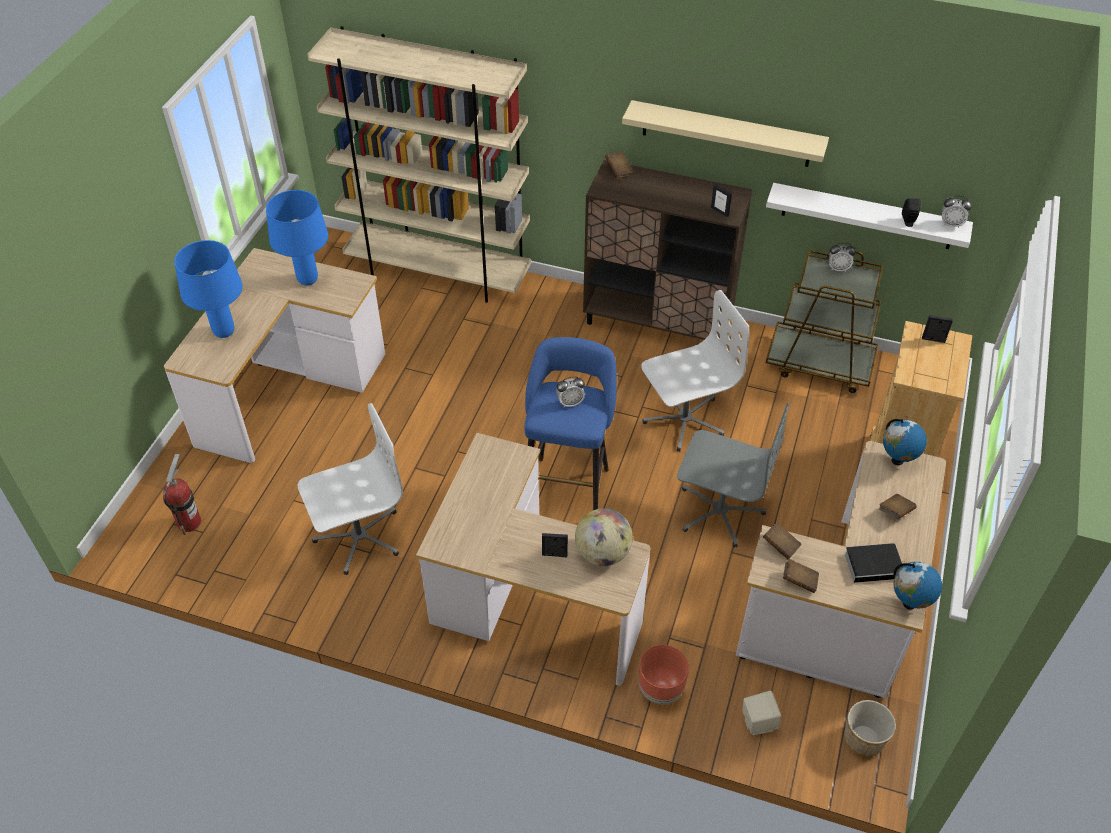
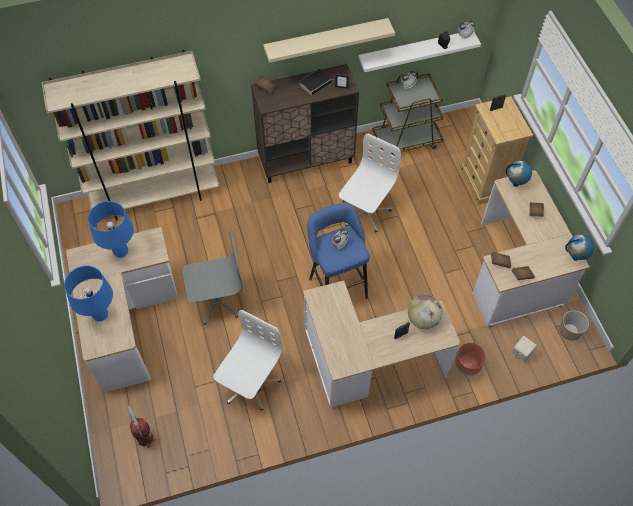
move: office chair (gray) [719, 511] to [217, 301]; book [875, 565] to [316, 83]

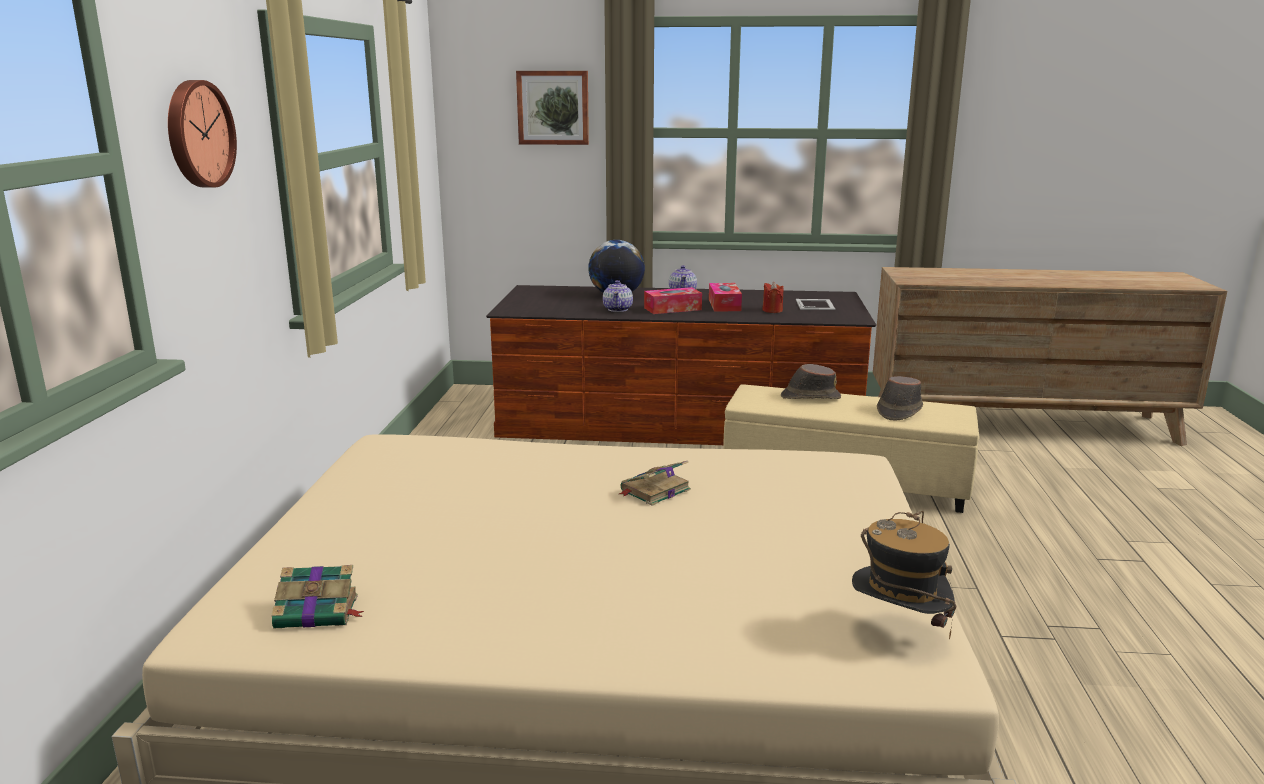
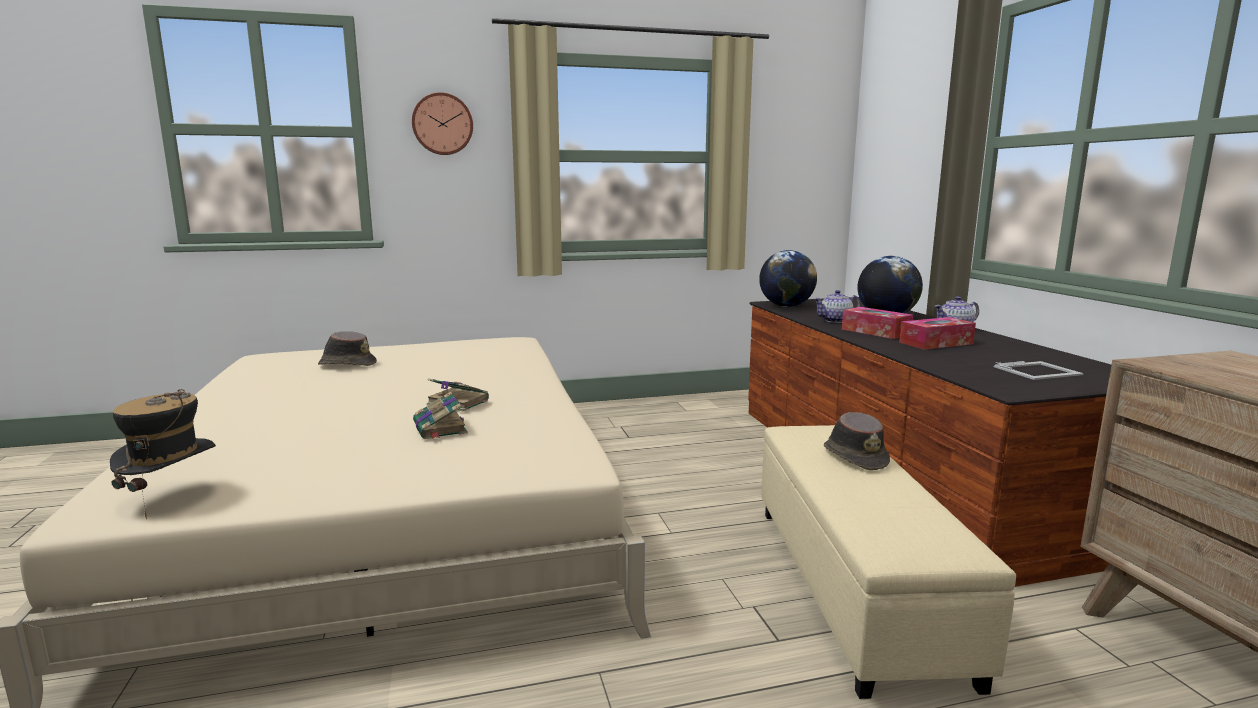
delete: picture [553, 107]; candle (reddish) [772, 310]
insert: desk globe [786, 306]
move: book [318, 612] to [440, 428]; hat (brown) [898, 411] to [347, 364]

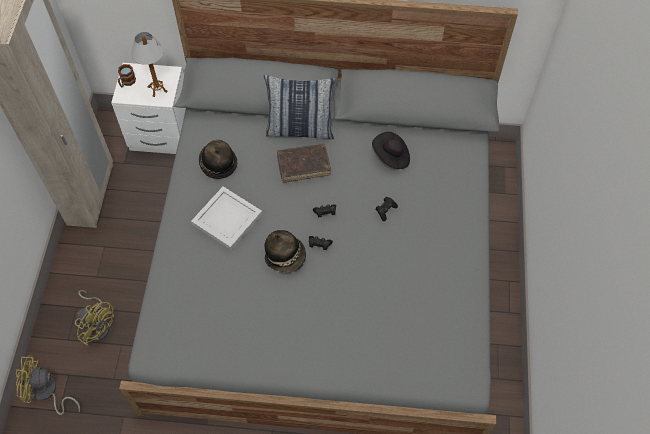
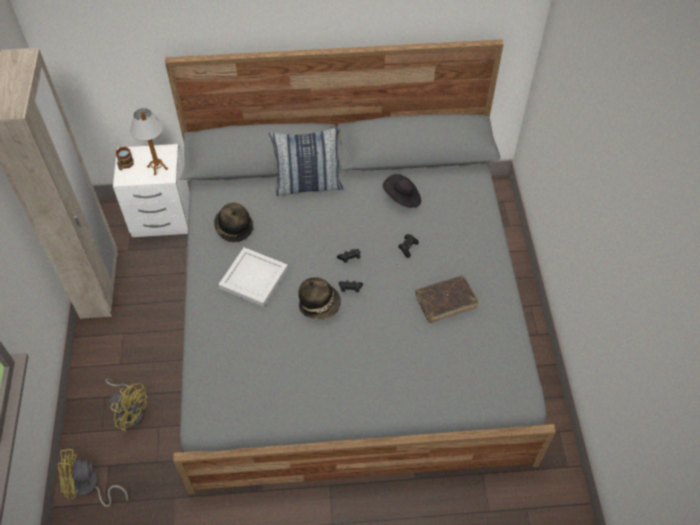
move: book (brown) [303, 166] to [445, 302]

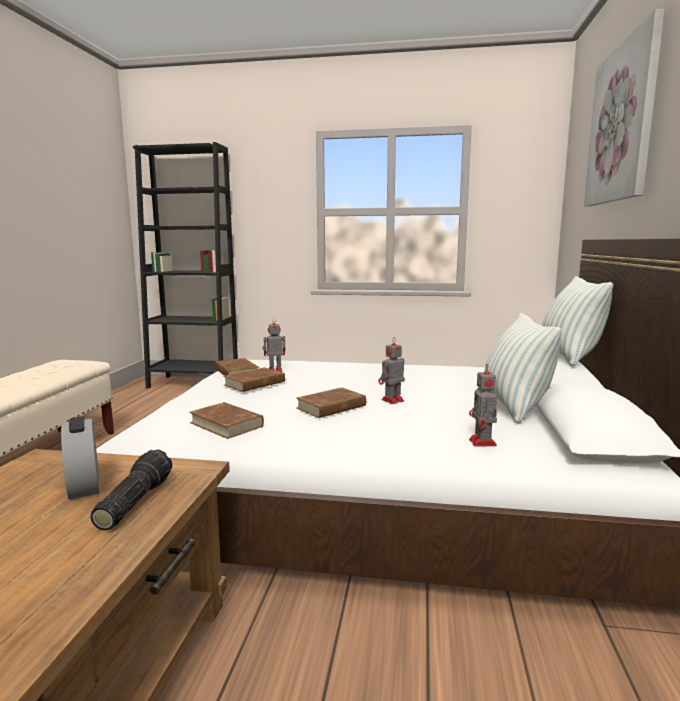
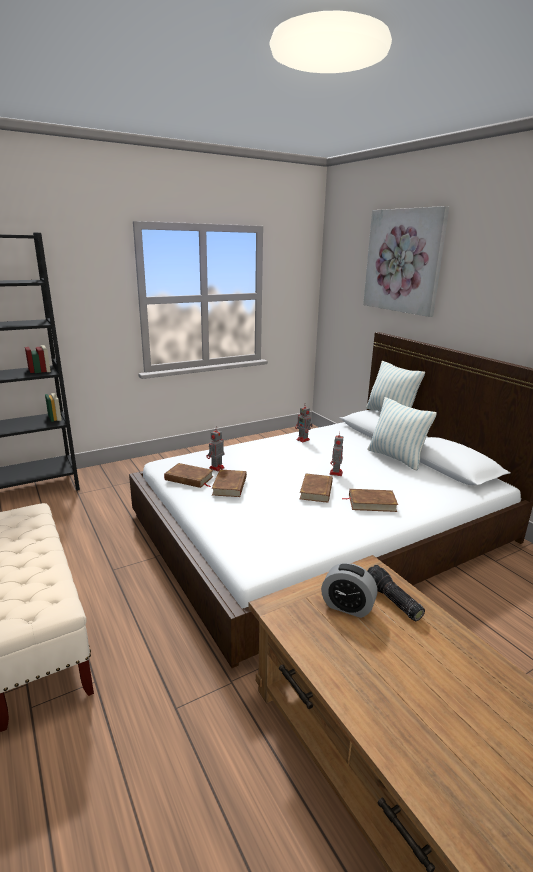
move: book (brown) [226, 424] to [371, 503]; toy robot [483, 443] to [303, 440]

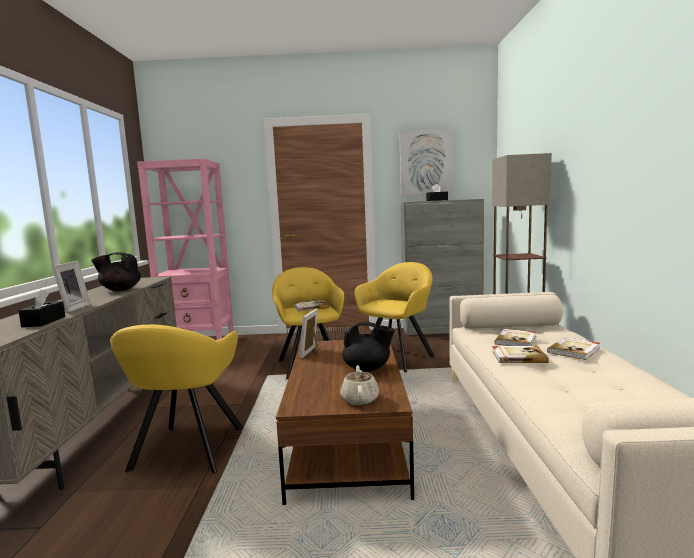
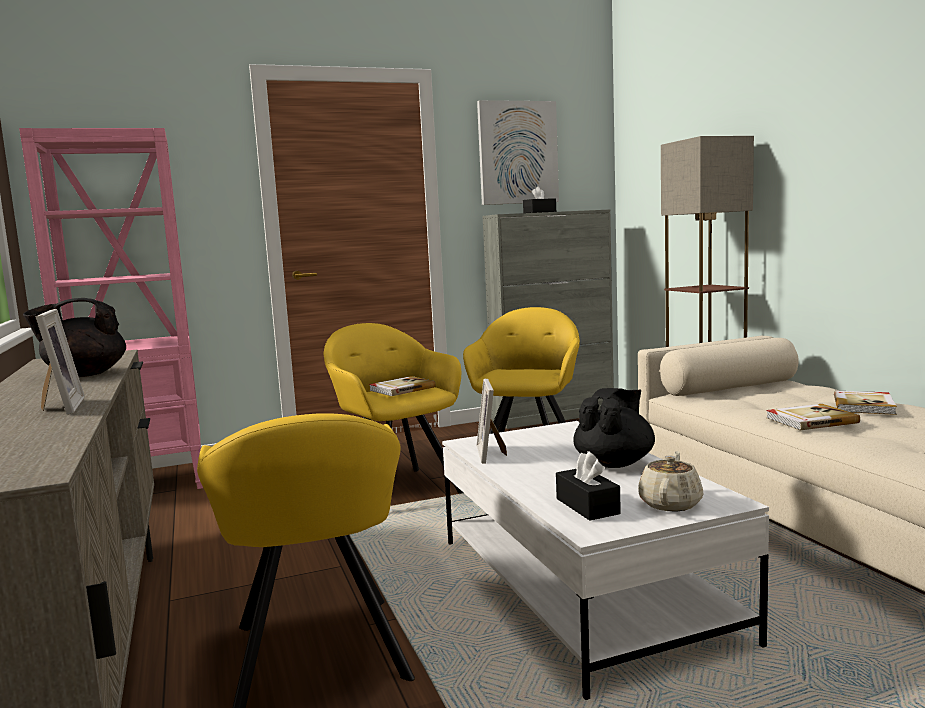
delete: book [516, 340]
move: tissue holder (blackish) [44, 321] to [587, 506]
recolor: coffee table (brown) [348, 441] to coffee table (whitish) [582, 588]
rotate: teapot (beige) [360, 399] = [670, 503] 45 degrees clockwise; teapot (blackish) [367, 368] = [615, 463] 45 degrees counterclockwise

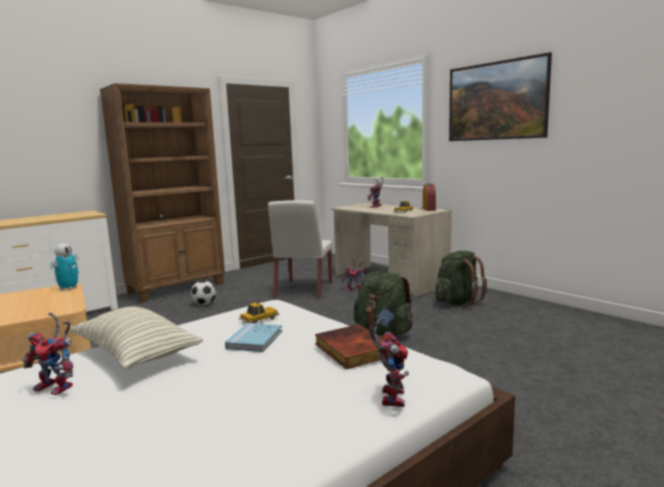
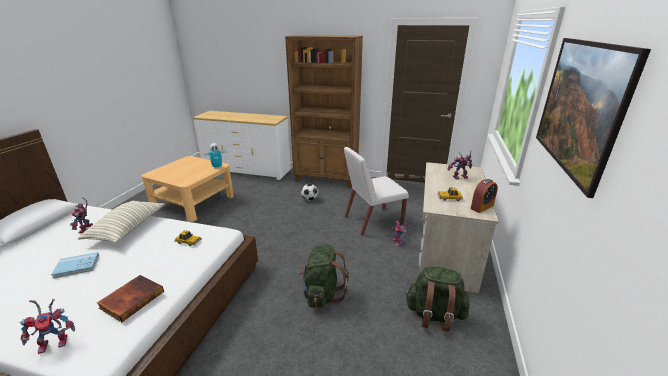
move: book (blue) [255, 340] to [77, 266]

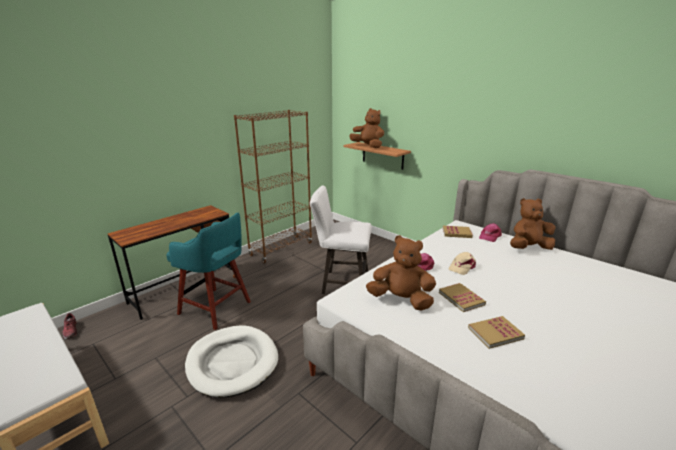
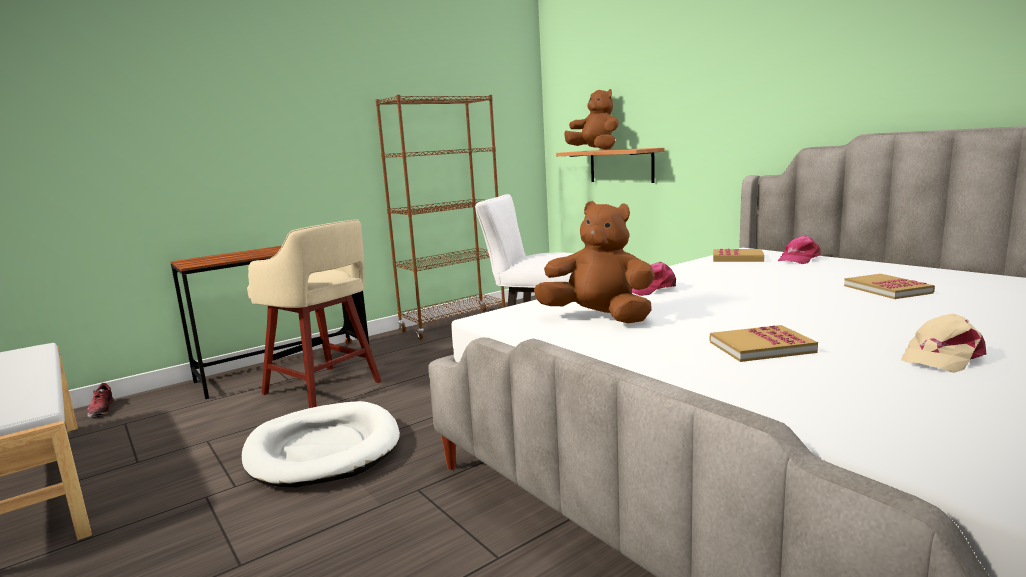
delete: soft toy (brown) [528, 248]
move: book [461, 298] to [887, 289]; cap (beige) [461, 267] to [941, 357]
recolor: stool seat (turquoise) [216, 308] to stool seat (beige) [324, 388]

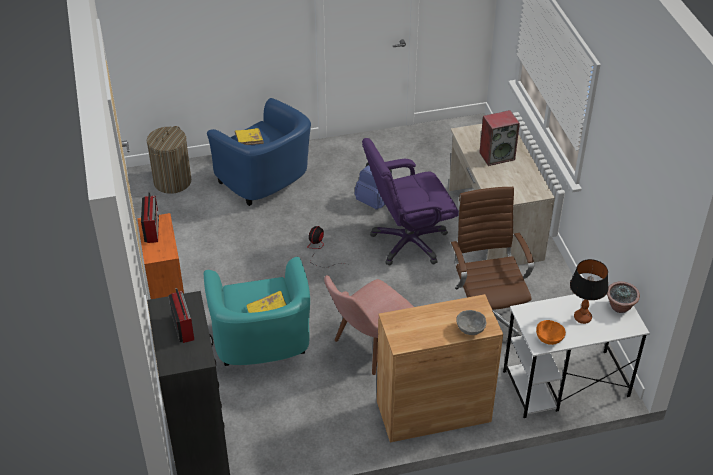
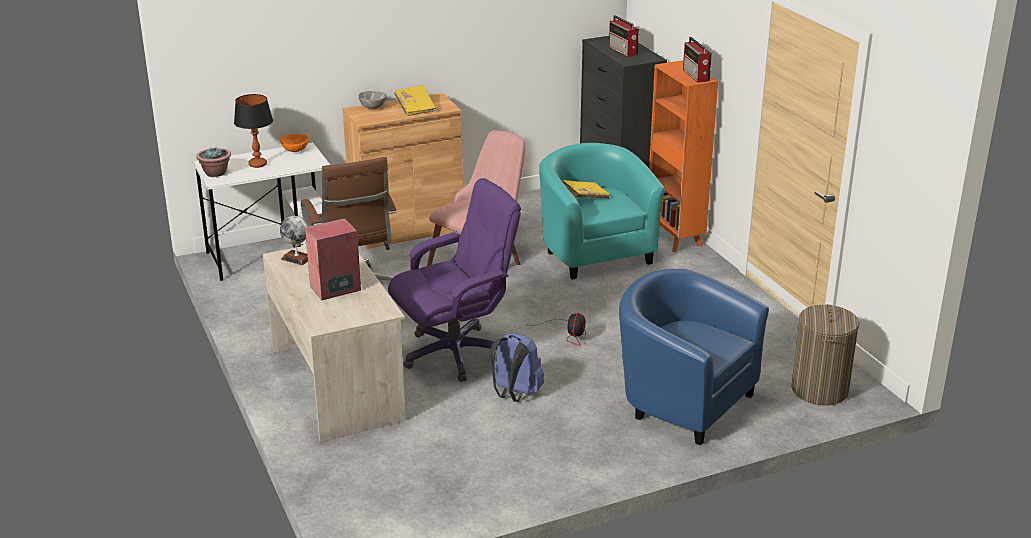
insert: desk globe [297, 258]
move: book (yellow-coloured) [249, 142] to [415, 107]

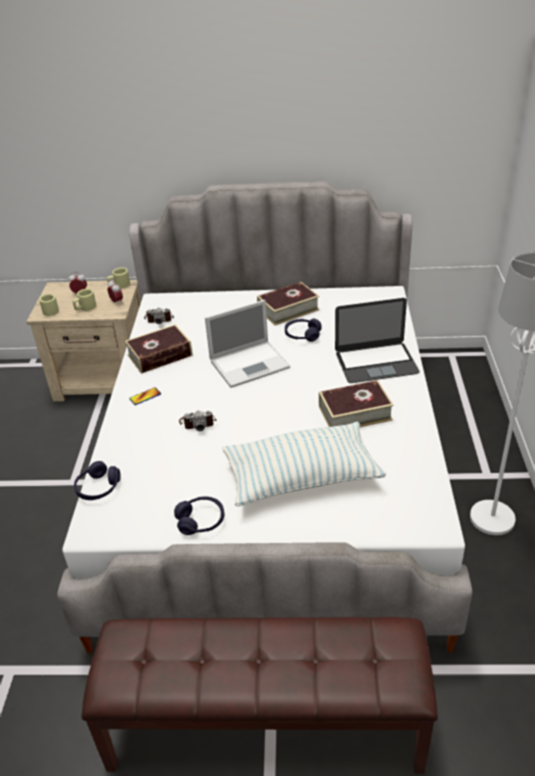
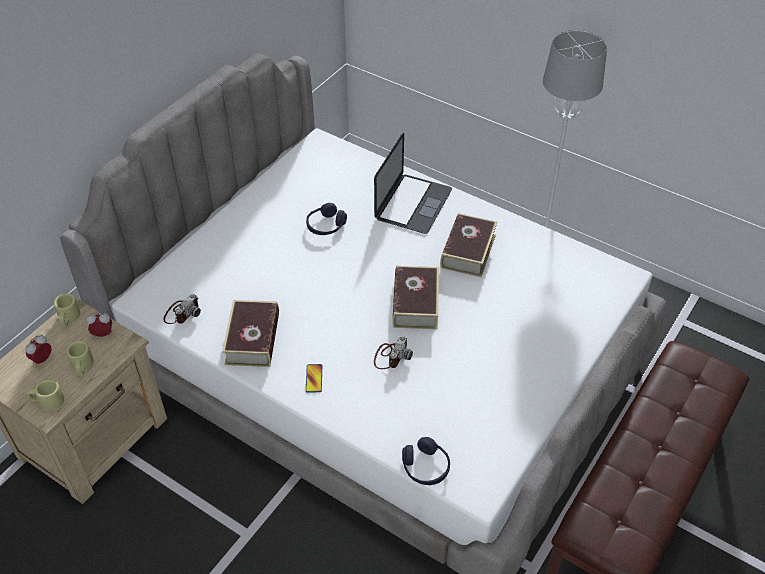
delete: headphones (purplish) [200, 521]; laptop [250, 363]; pillow [302, 477]
move: book [288, 310] to [415, 303]

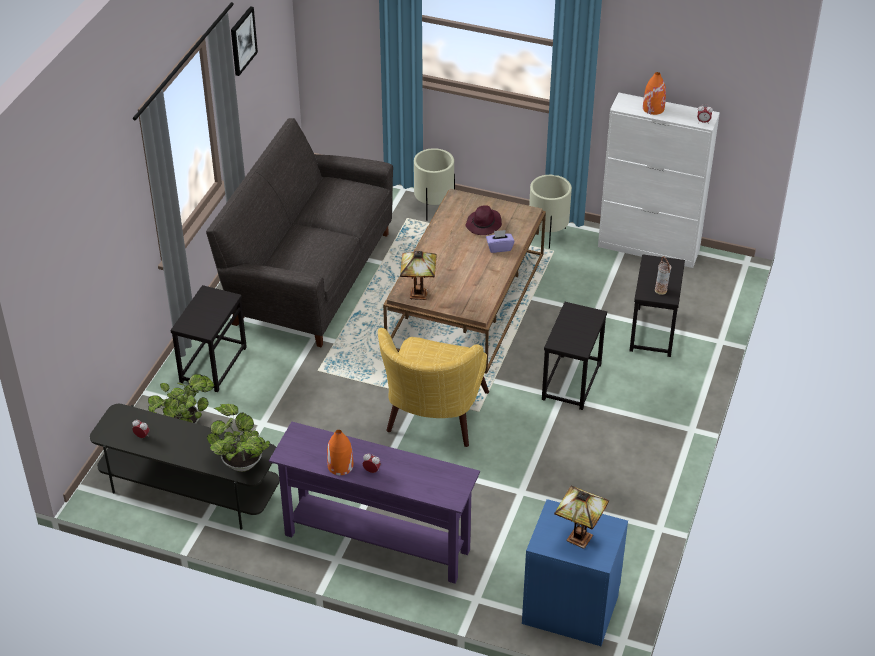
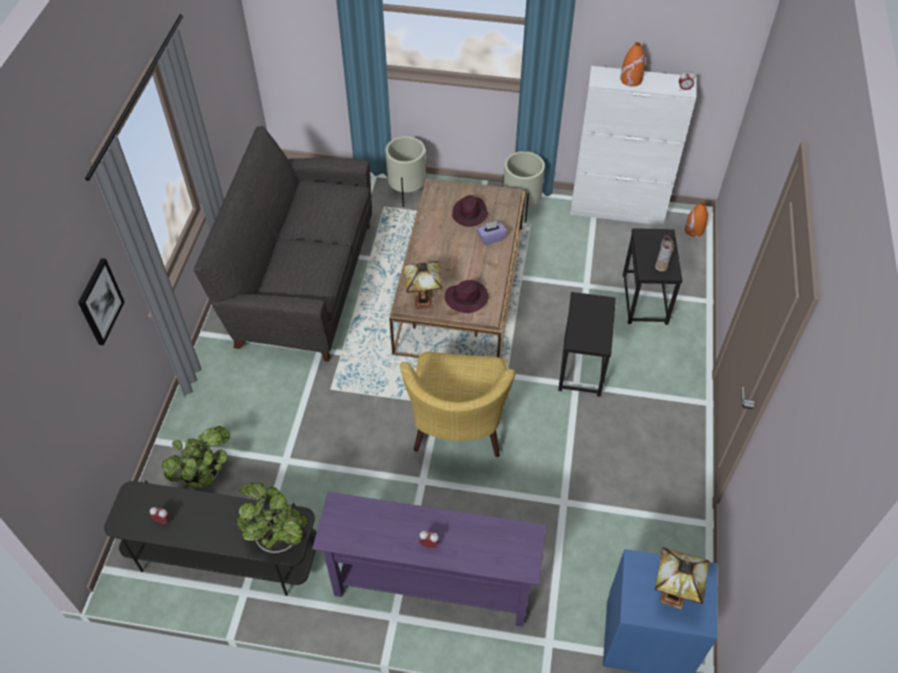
delete: accent table (blackish) [212, 364]
insert: hat (purplish) [467, 298]
move: picture [242, 40] to [100, 301]; vase (orangey) [340, 466] to [694, 230]

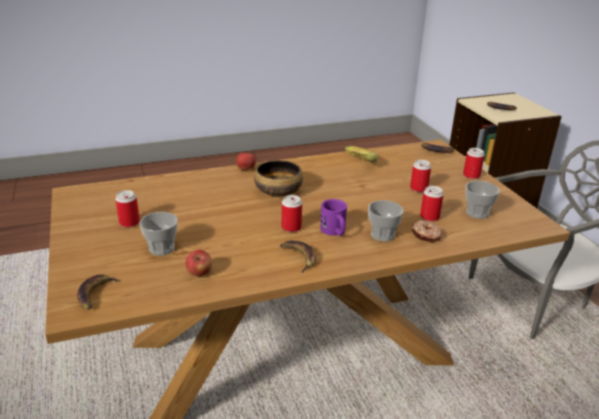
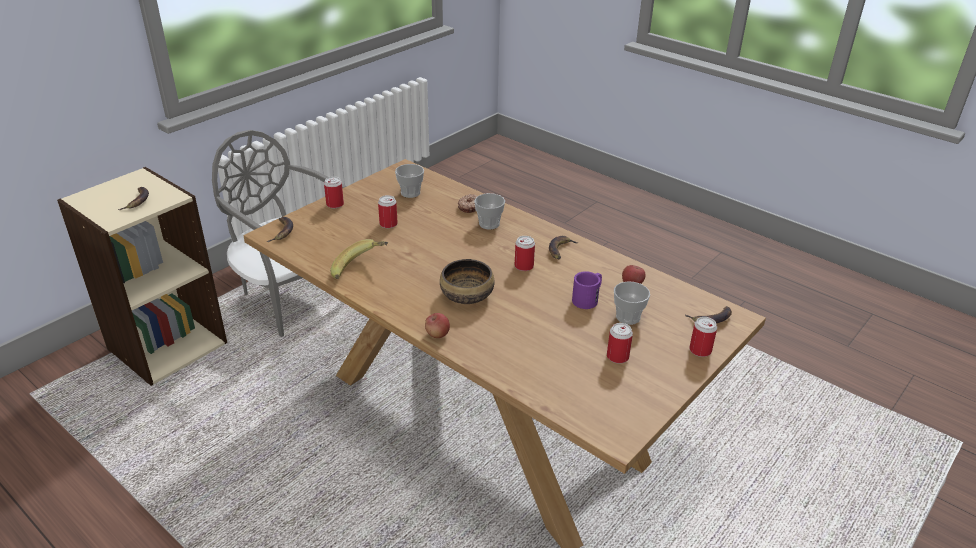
move: coffee mug (purplish) [334, 232] to [588, 298]; metal can [429, 217] to [700, 350]

